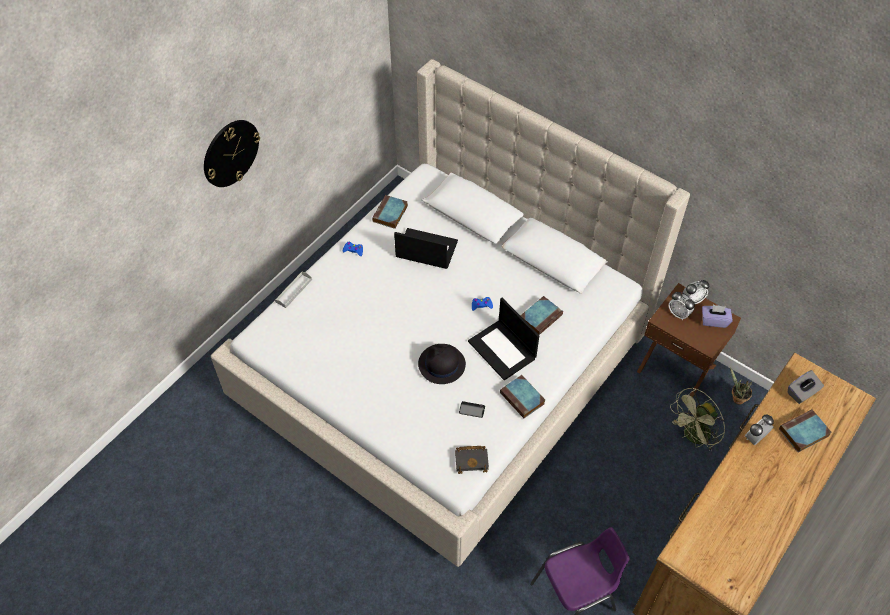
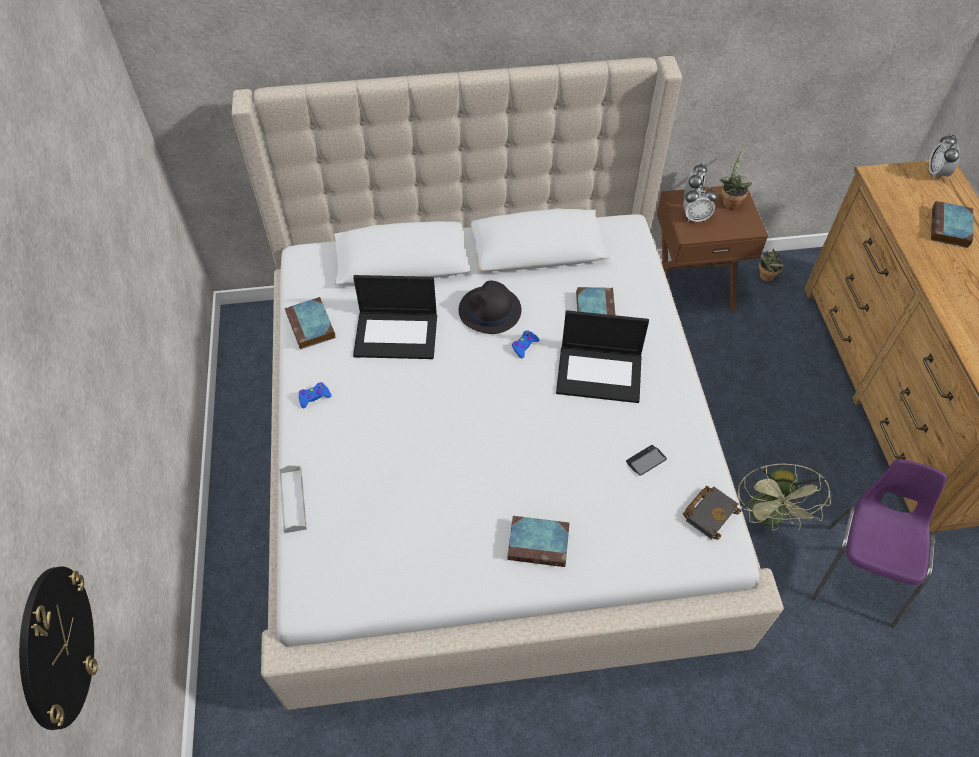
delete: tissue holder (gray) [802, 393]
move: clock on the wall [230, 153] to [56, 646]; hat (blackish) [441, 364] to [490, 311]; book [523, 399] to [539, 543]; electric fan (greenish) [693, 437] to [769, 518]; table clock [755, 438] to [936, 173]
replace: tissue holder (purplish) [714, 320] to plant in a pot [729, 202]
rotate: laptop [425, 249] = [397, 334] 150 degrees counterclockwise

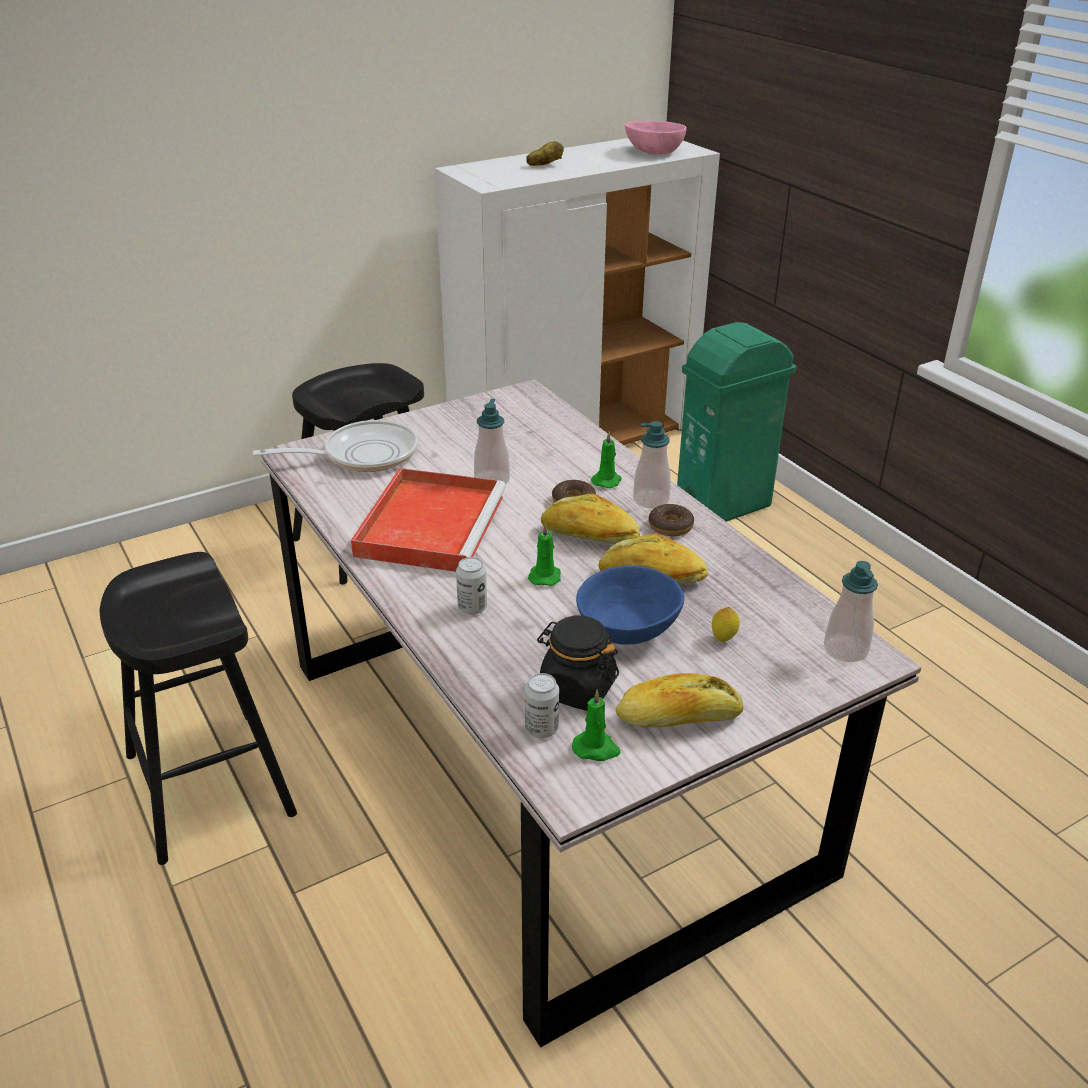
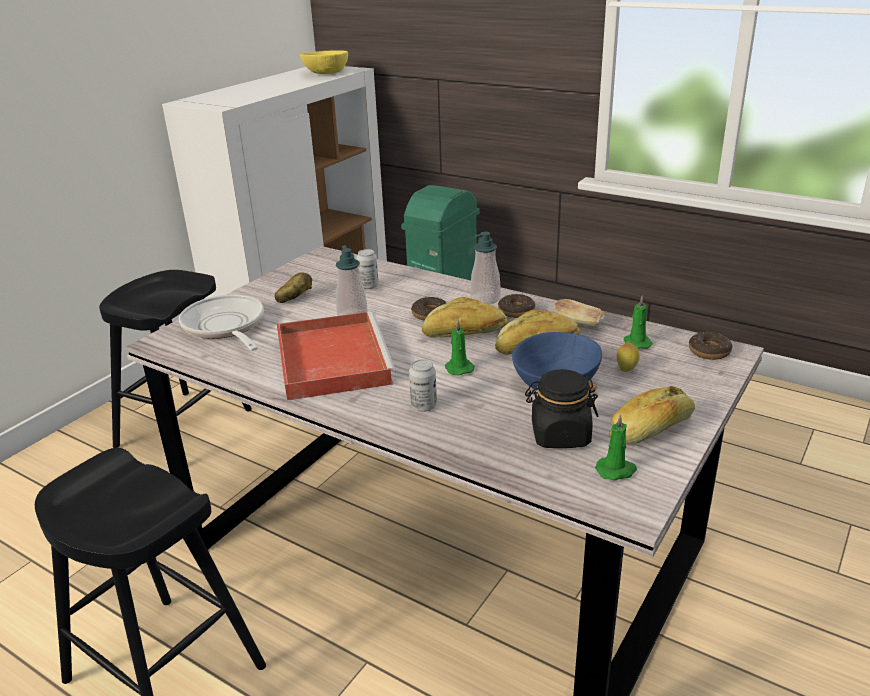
insert: baked bread [578, 322]
move: metal can [541, 729] to [368, 286]; potato [545, 165] to [294, 298]; candle (greenish) [607, 480] to [636, 342]
replace: soap bottle [845, 649] to donut [709, 351]
recolor: deep dish (pinkish) [654, 152] to deep dish (yellow-coloured) [326, 73]
rotate: pan [362, 455] = [225, 327] 75 degrees counterclockwise

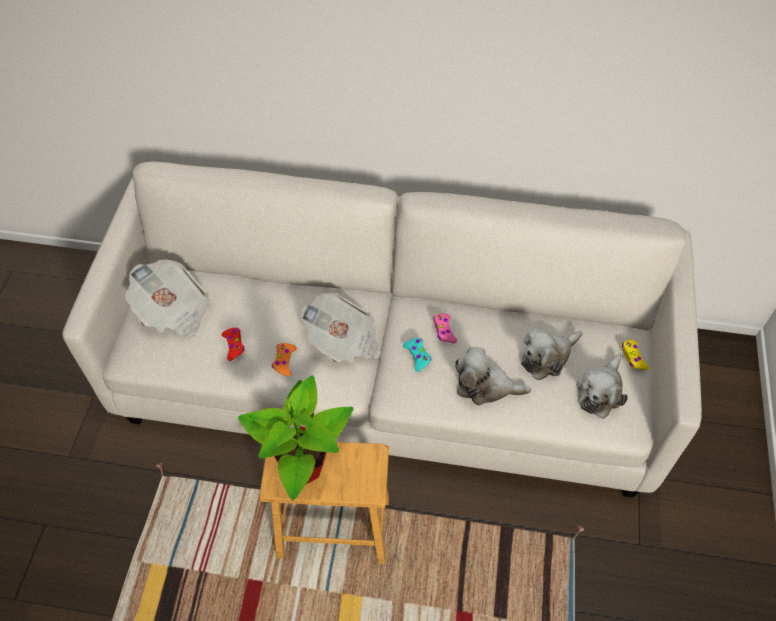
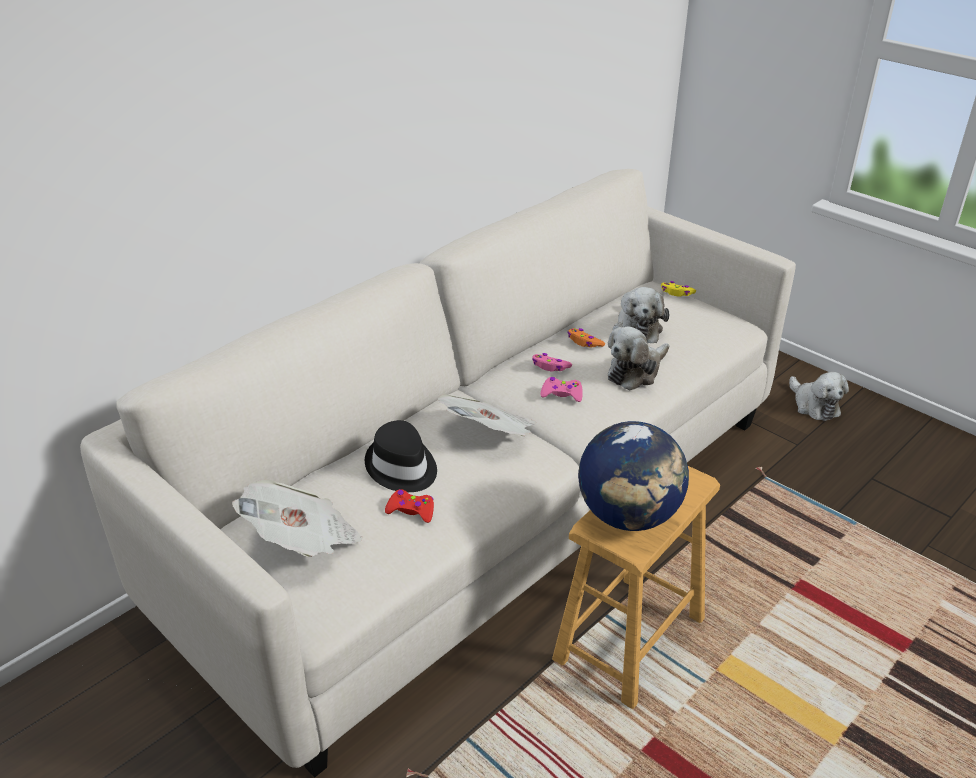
insert: hat (blackish) [401, 467]
move: gamepad (orangey) [284, 361] to [584, 342]; soft toy [600, 391] to [814, 405]
replace: plant in a pot [304, 465] to desk globe [629, 516]
recolor: gamepad (turquoise) [417, 356] to gamepad (pinkish) [562, 394]

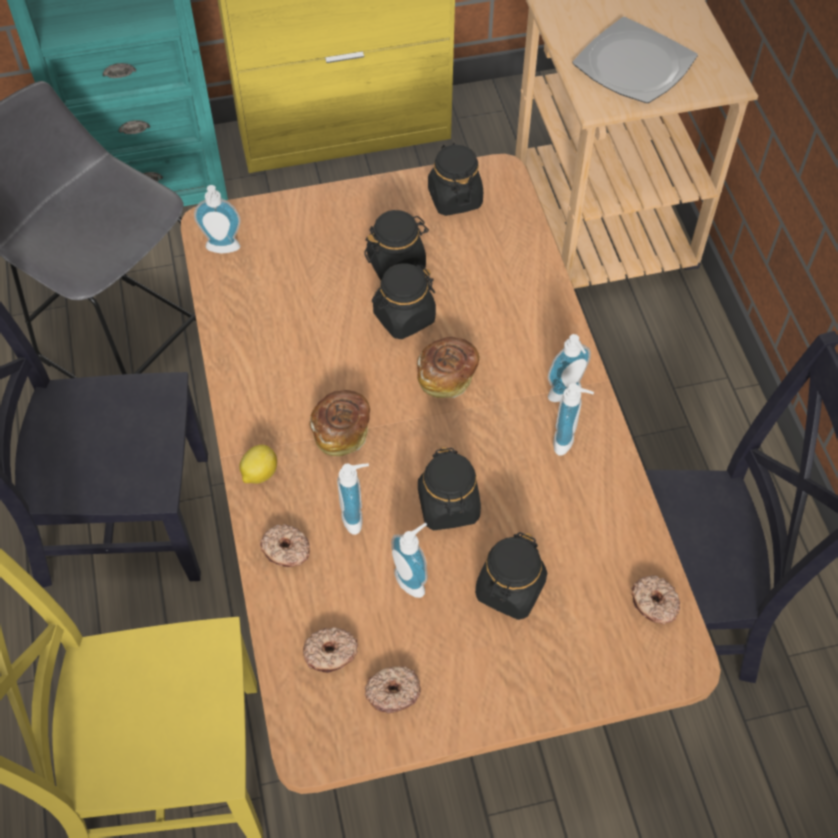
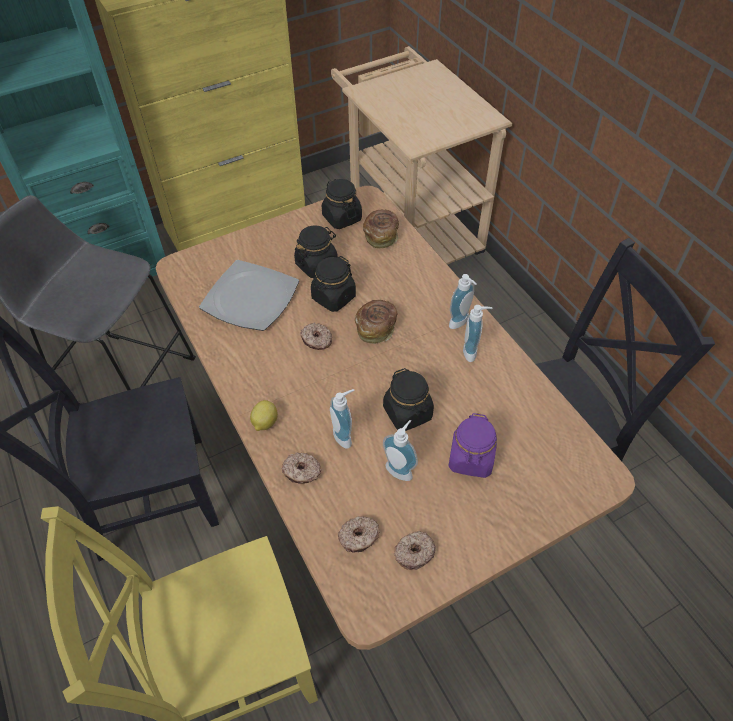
delete: soap bottle [222, 250]
move: baked bread [341, 431] to [381, 236]; flat dish [634, 66] to [251, 299]; donut [654, 604] to [316, 340]
recolor: jar (blackish) [510, 590] to jar (purplish) [471, 459]

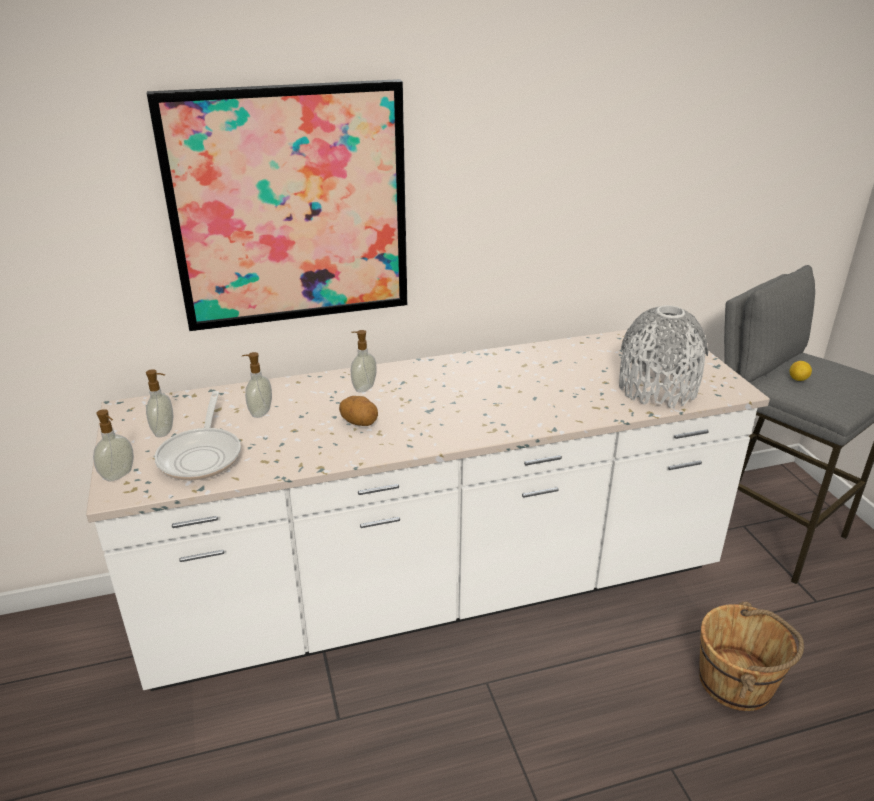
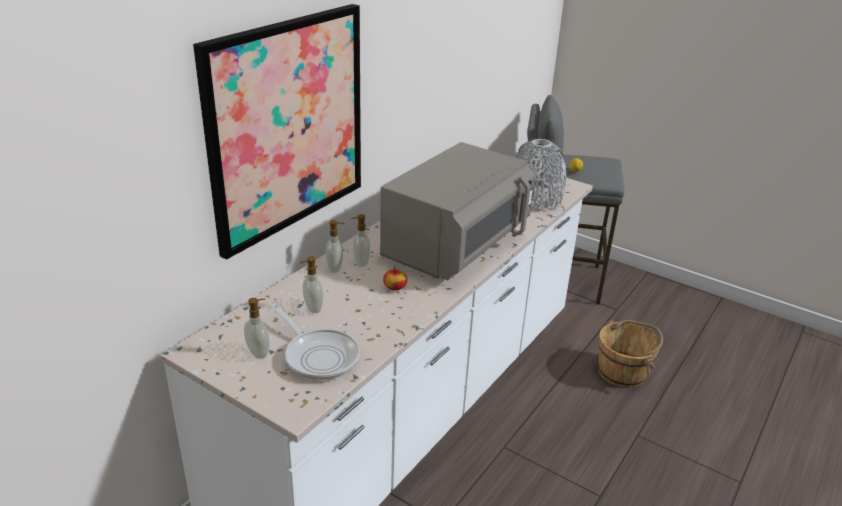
insert: kitchen microwave (gray) [457, 247]
move: soap bottle [119, 475] to [335, 268]
replace: potato [359, 423] to apple fruit [395, 287]

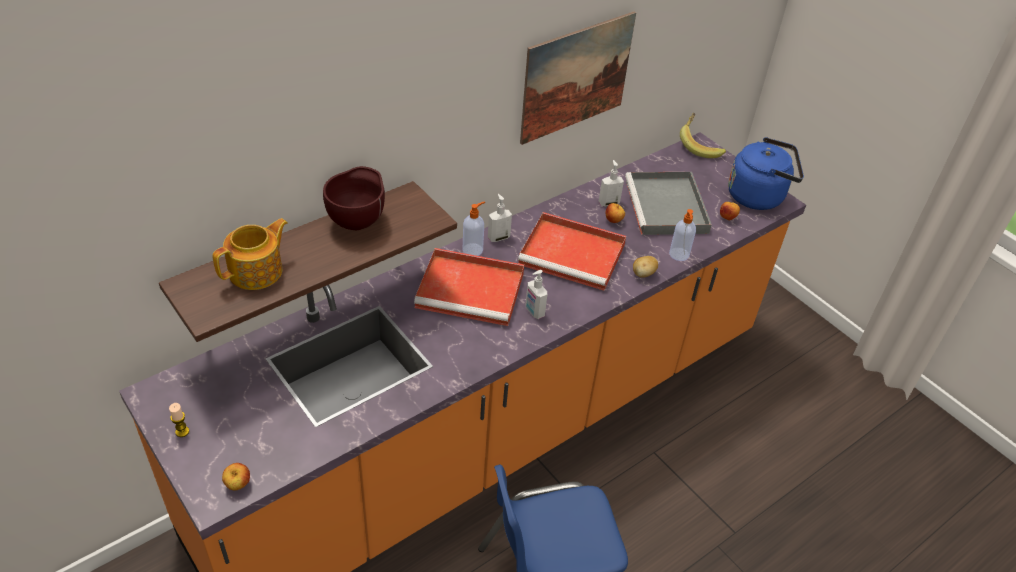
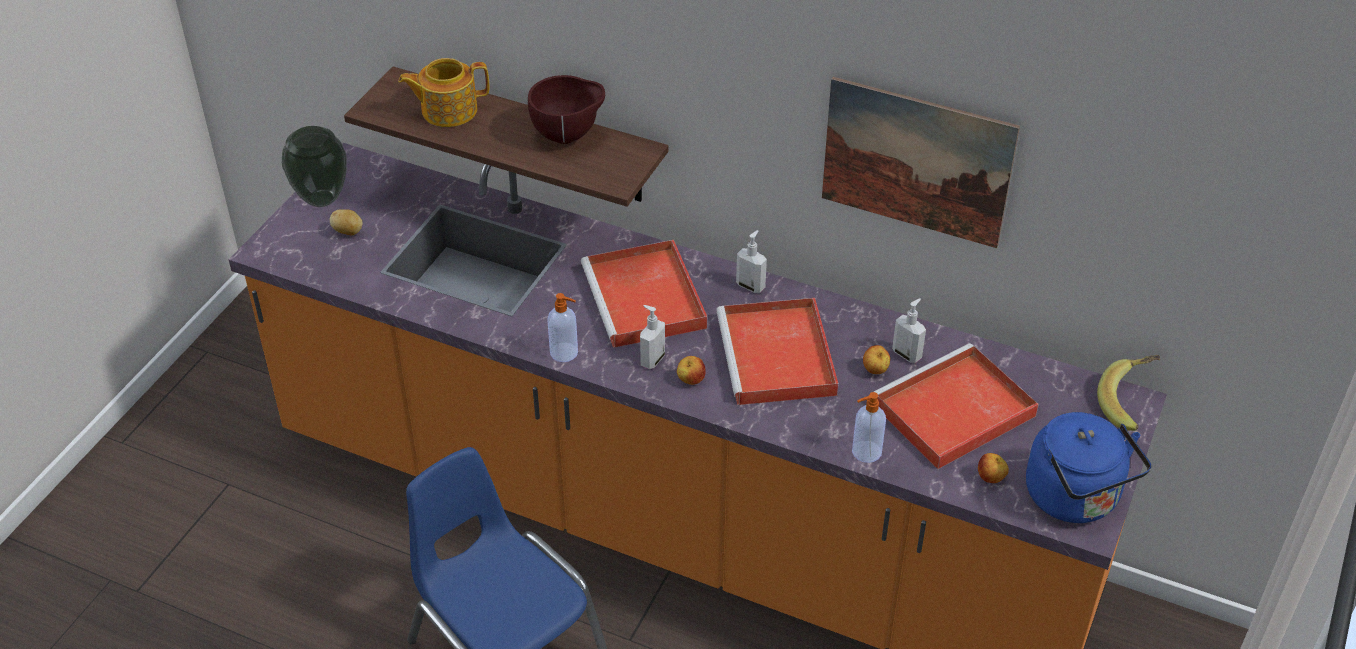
move: apple fruit [238, 485] to [690, 380]; soap bottle [473, 249] to [565, 353]; potato [643, 274] to [348, 232]
replace: candle [182, 431] to vase [322, 198]
recolor: carrying tray (gray) [667, 208] to carrying tray (reddish) [952, 412]
rotate: teapot [257, 271] = [448, 110] 150 degrees clockwise

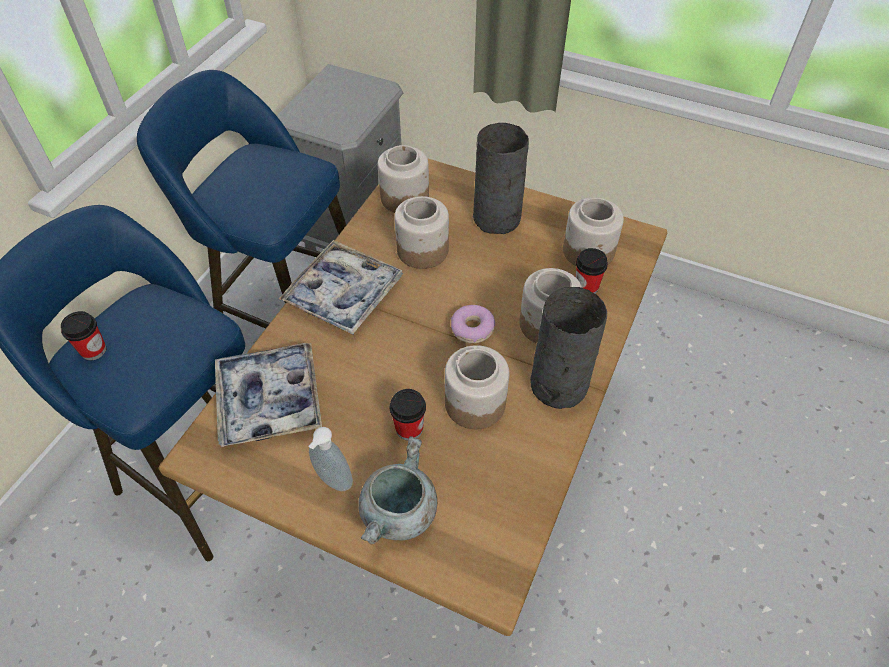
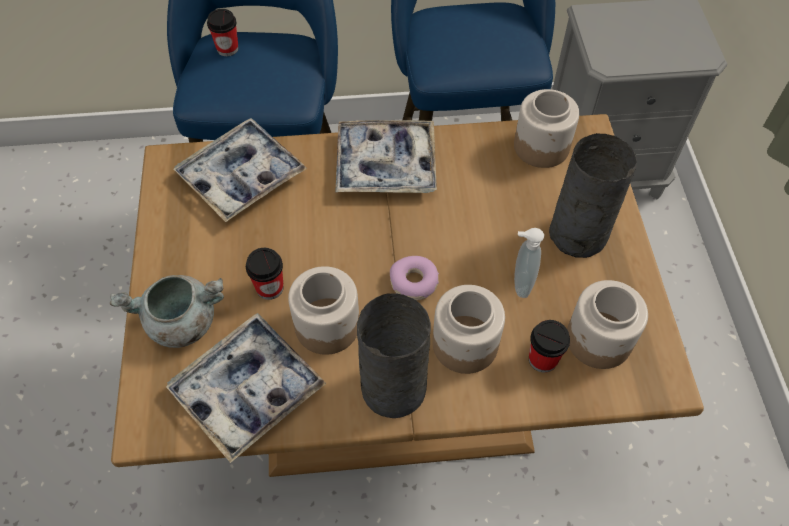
delete: jar [422, 251]
insert: carrying tray [248, 390]
move: soap bottle [332, 482] to [520, 284]

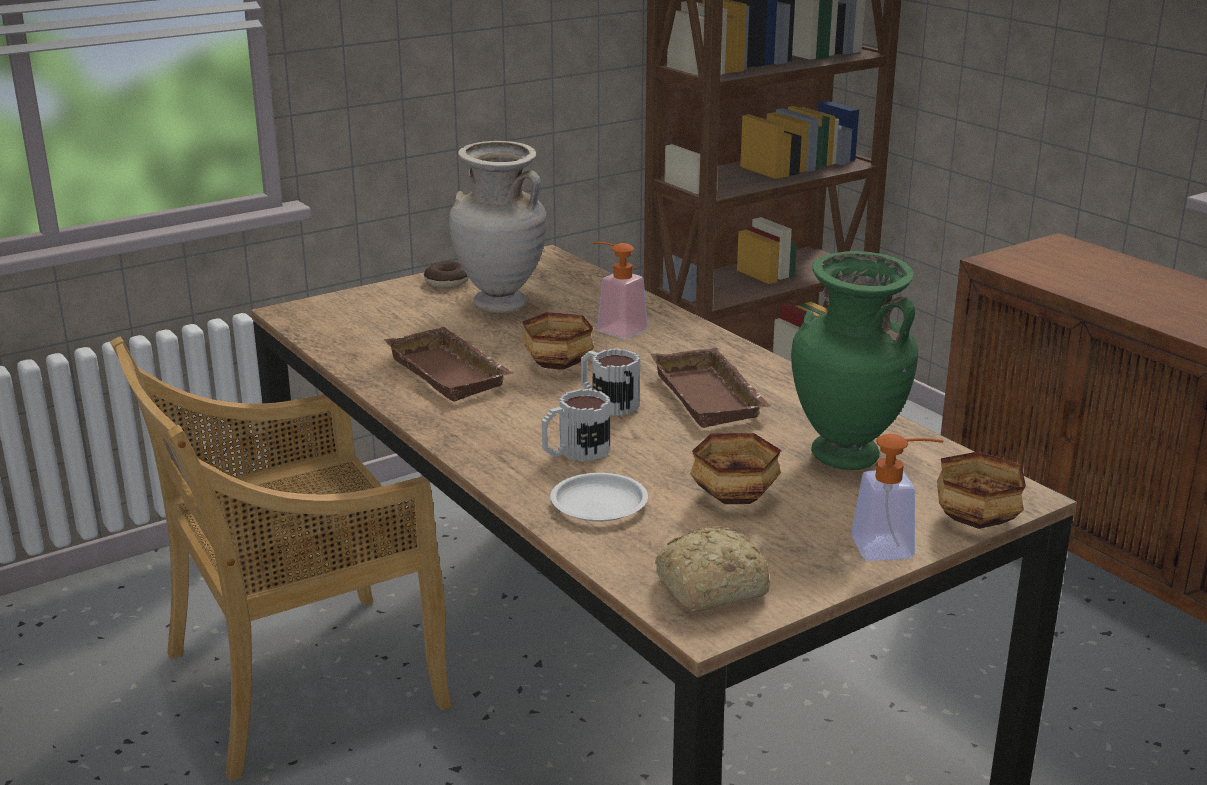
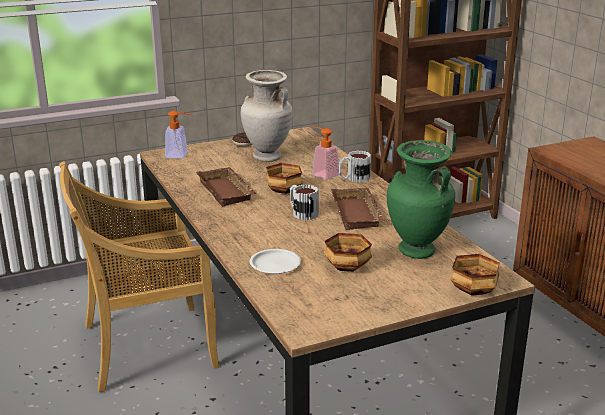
delete: baked bread [708, 588]
move: coffee mug [574, 452] to [353, 178]; soap bottle [893, 547] to [181, 155]

